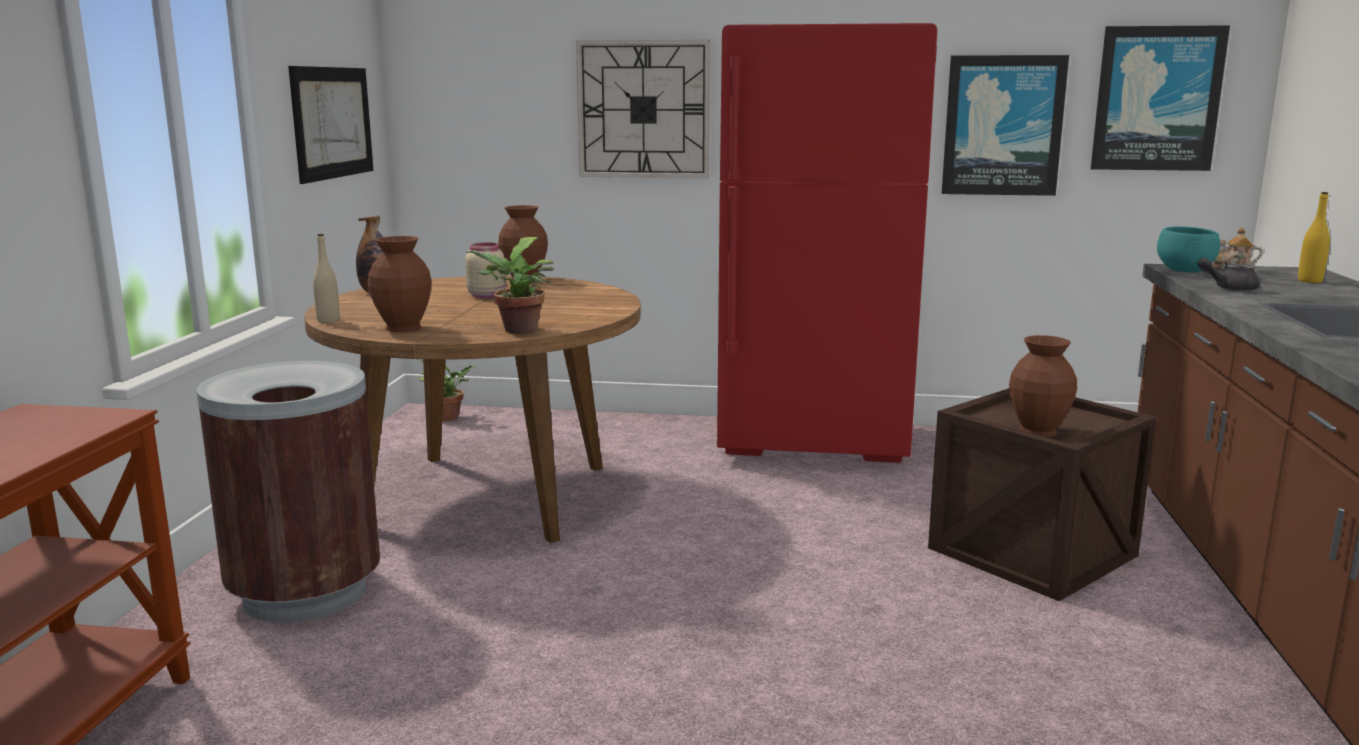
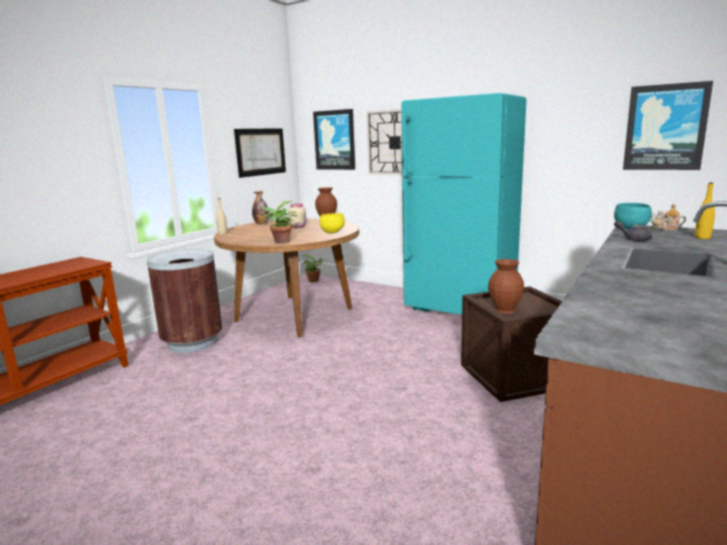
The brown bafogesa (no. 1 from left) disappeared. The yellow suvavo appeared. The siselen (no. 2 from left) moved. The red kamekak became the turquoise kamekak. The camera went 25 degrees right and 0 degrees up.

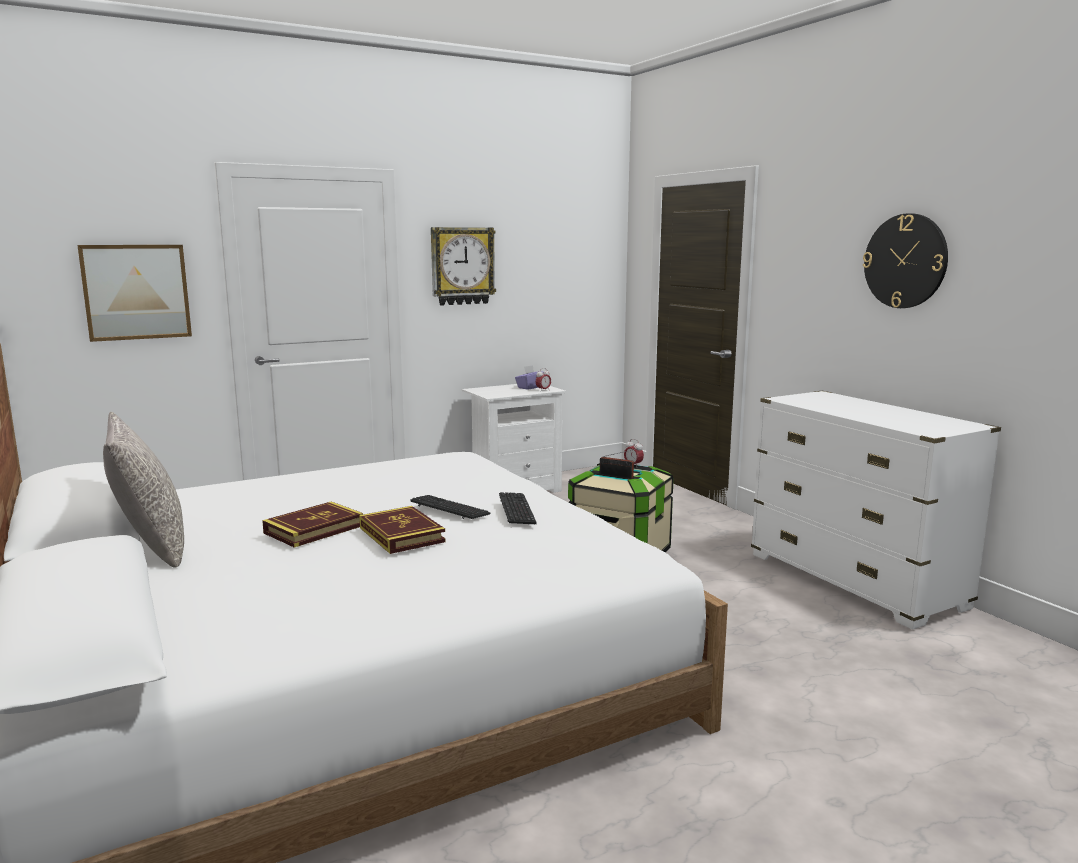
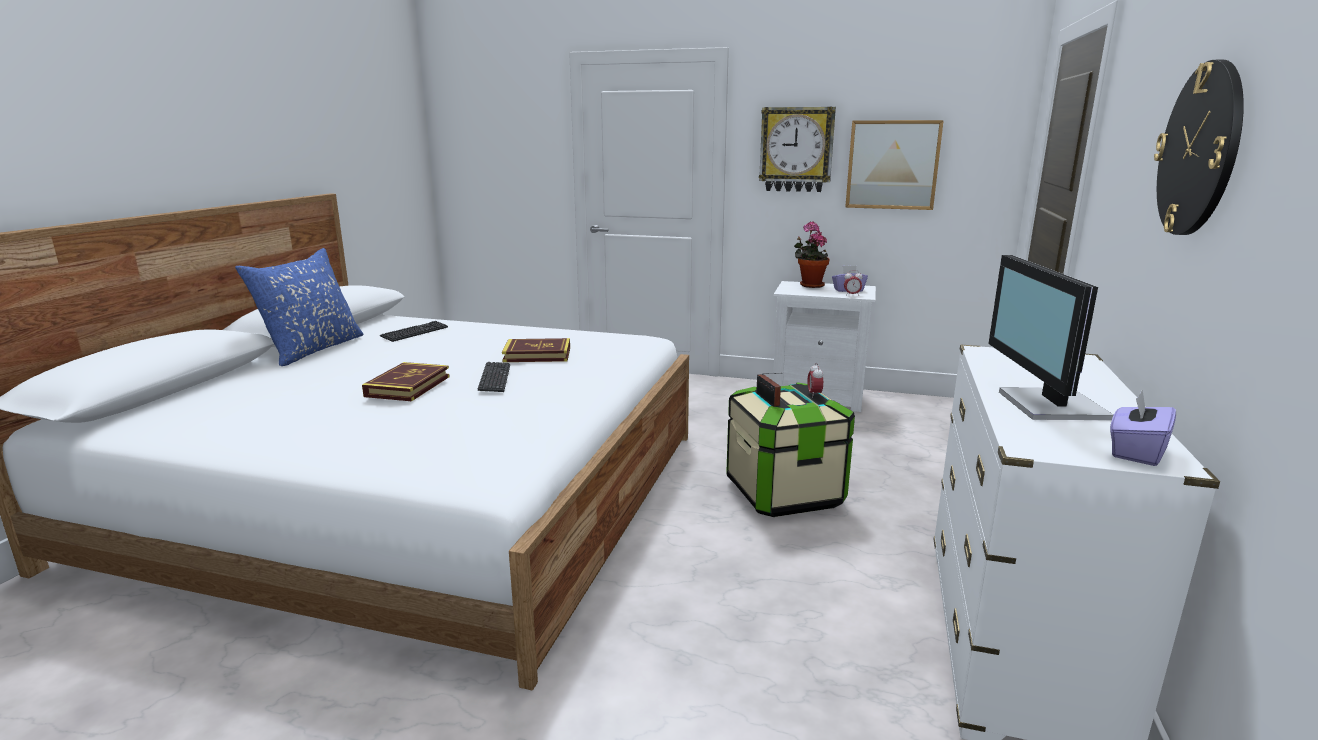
The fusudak appeared. The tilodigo appeared. The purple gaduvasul (no. 2 from left) appeared. The siselen moved. The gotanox (no. 1 from left in the first image) moved. The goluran (no. 2 from left in the first image) moved. The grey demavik became the blue demavik. The camera went 45 degrees right and 5 degrees up.

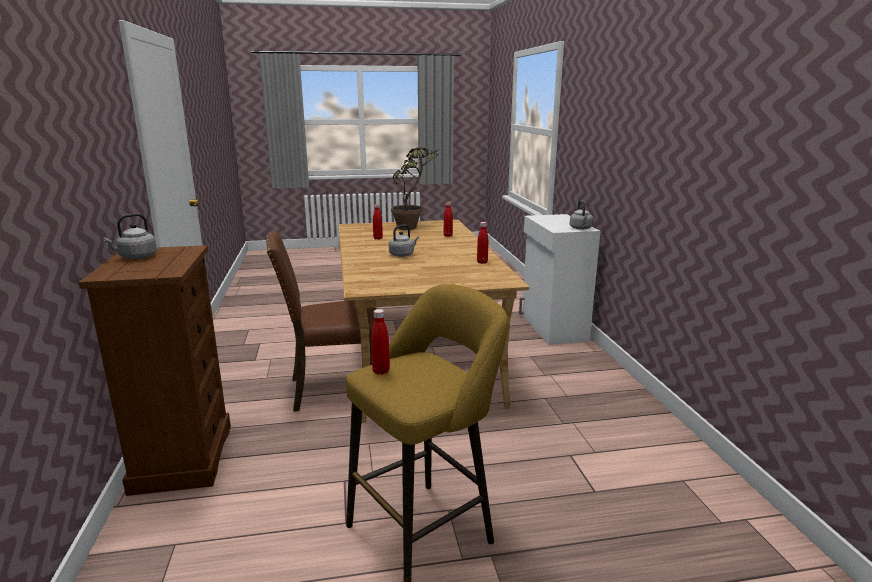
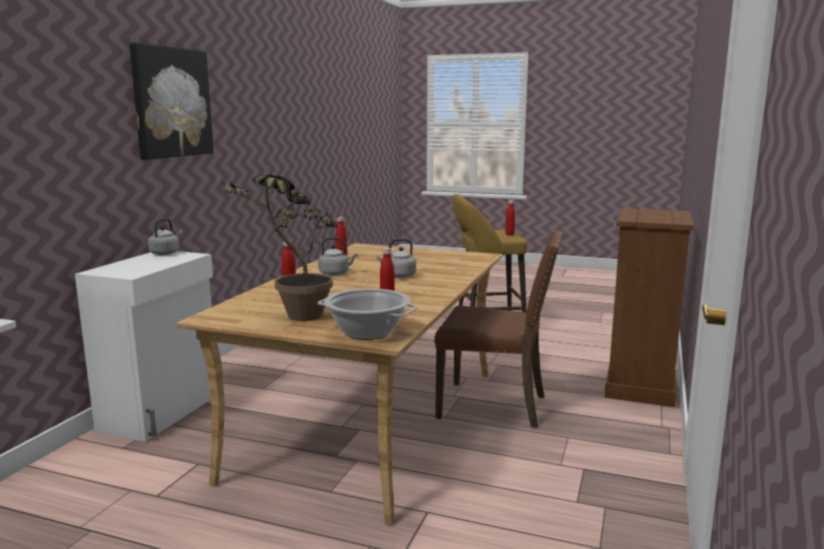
The siselen appeared. The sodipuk appeared. The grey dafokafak (no. 1 from left in the first image) moved. The camera went 150 degrees left and 5 degrees down.

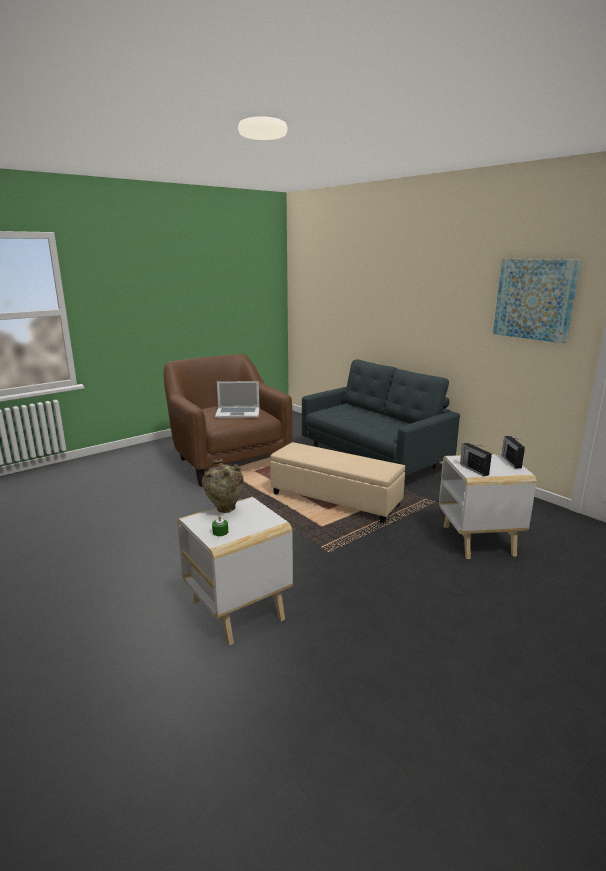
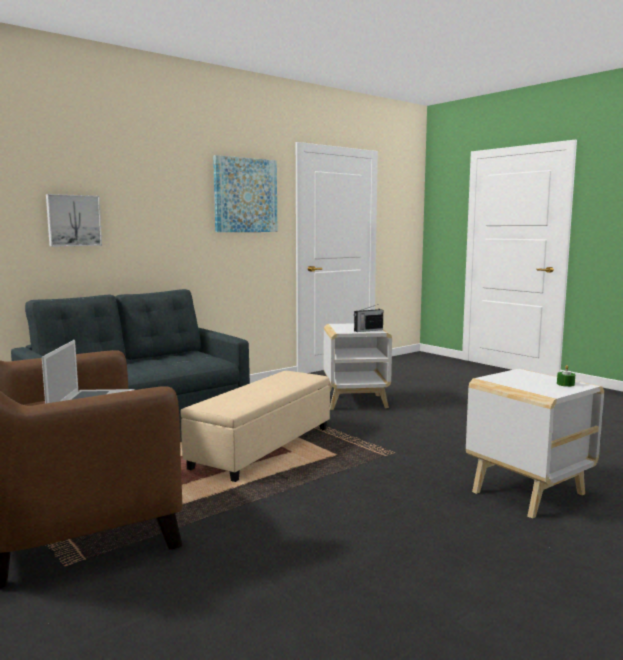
The beige bafogesa disappeared. The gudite (no. 2 from left) disappeared. The siselen (no. 1 from left) appeared. The camera went 90 degrees left and 10 degrees down.

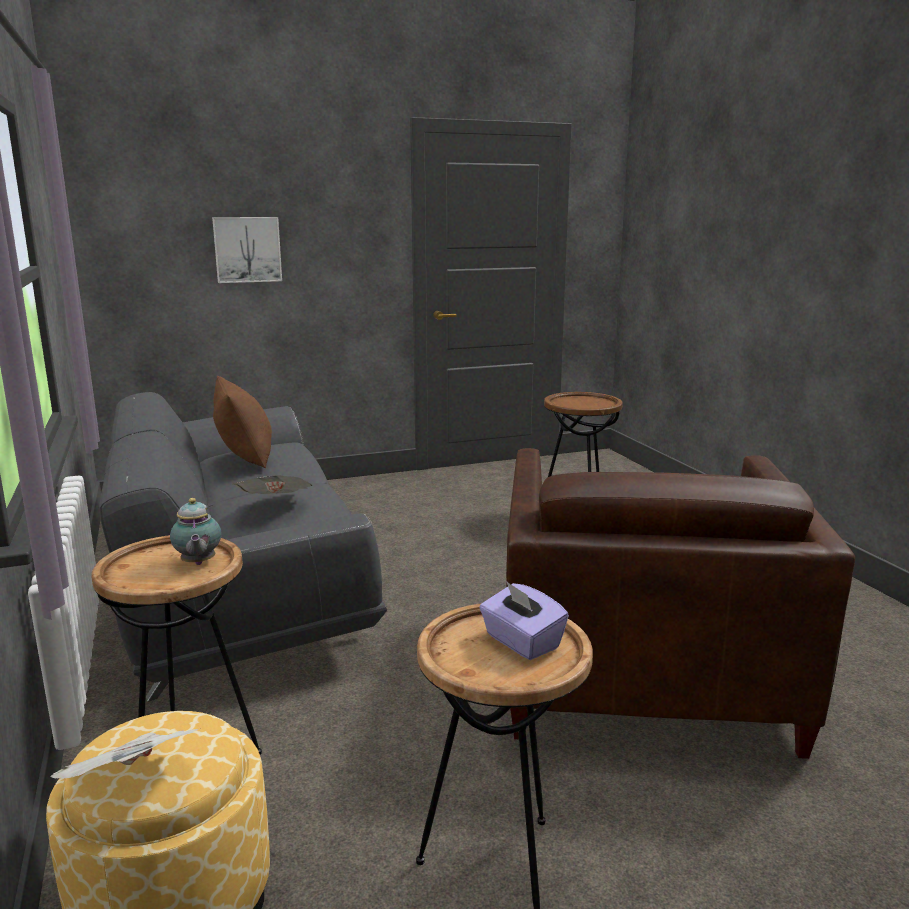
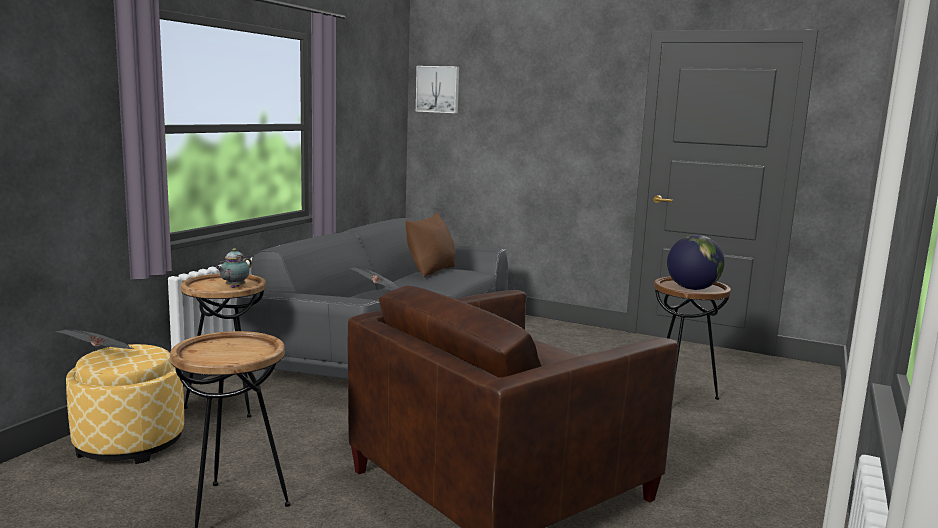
The purple gaduvasul disappeared. The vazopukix appeared. The siselen moved. The camera went 45 degrees right and 5 degrees down.

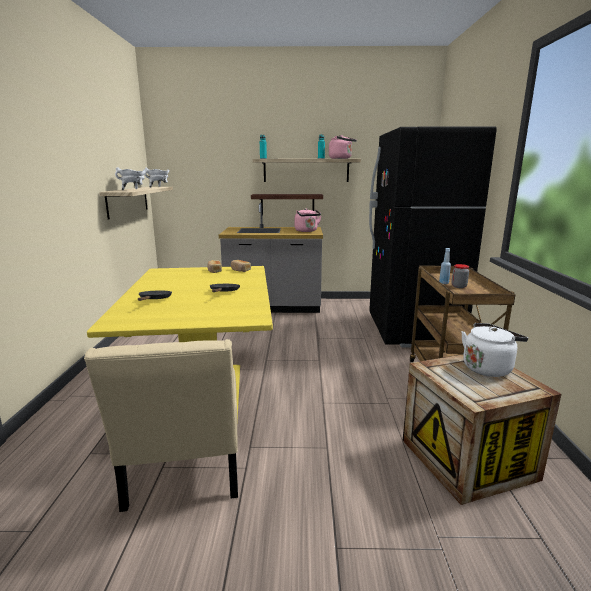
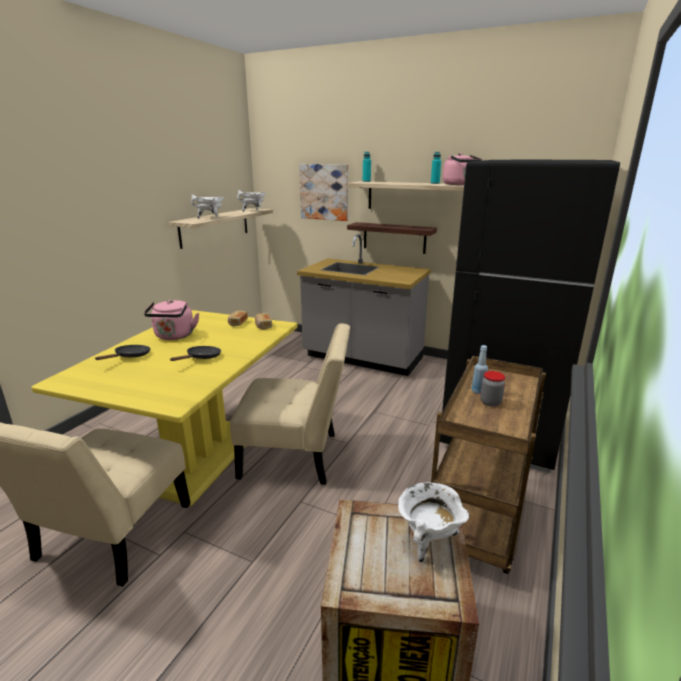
The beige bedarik (no. 2 from left) appeared. The siselen appeared. The pink dafokafak (no. 1 from left) moved. The white dafokafak was replaced by the white sodipuk (no. 3 from left). The camera went 25 degrees right and 5 degrees up.

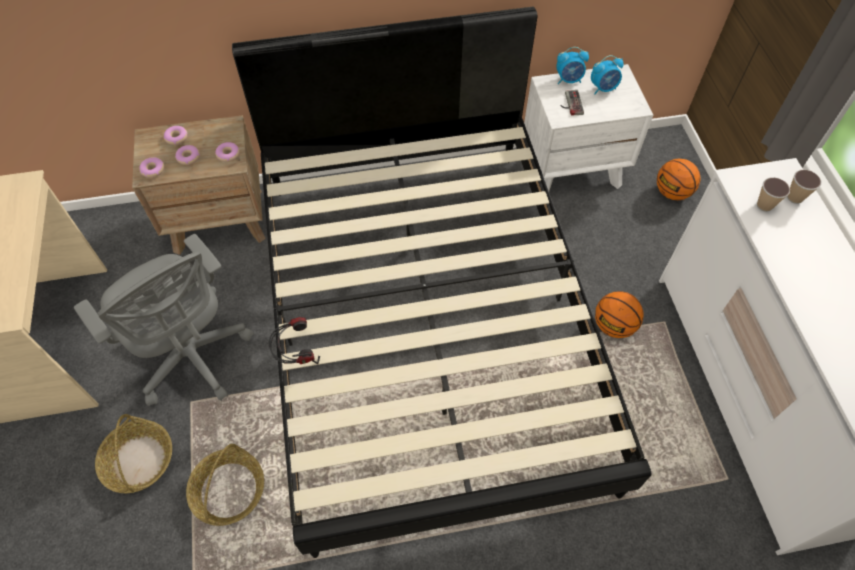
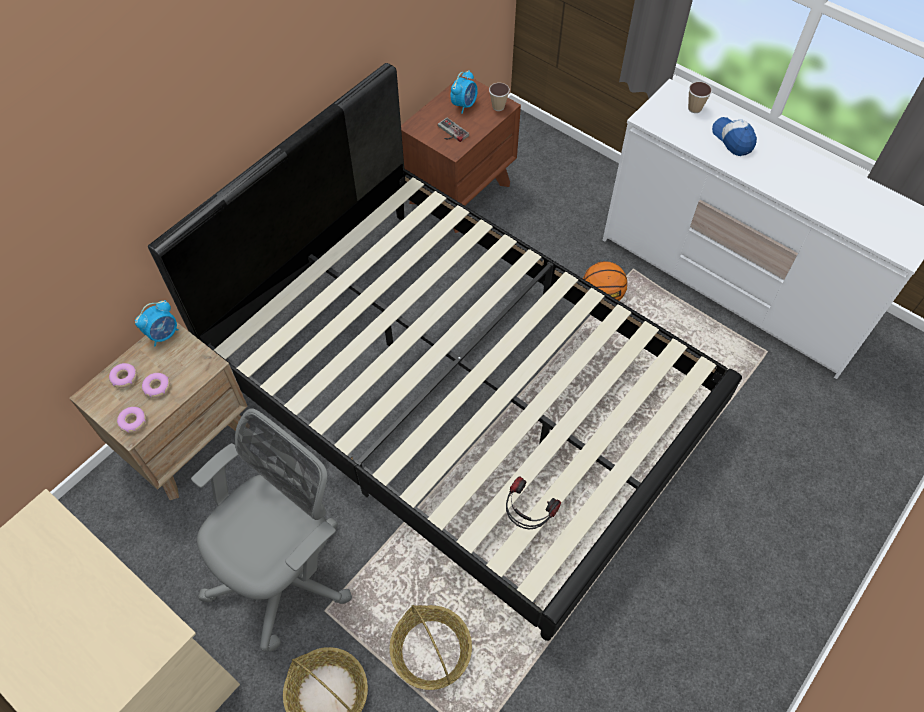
The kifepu (no. 4 from left) disappeared. The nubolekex (no. 2 from left) disappeared. The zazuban appeared. The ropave moved. The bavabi (no. 1 from left) moved. The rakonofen (no. 1 from left) moved. The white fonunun became the brown fonunun (no. 2 from left). The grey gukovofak turned 60 degrees counterclockwise. The camera went 40 degrees left and 0 degrees up.

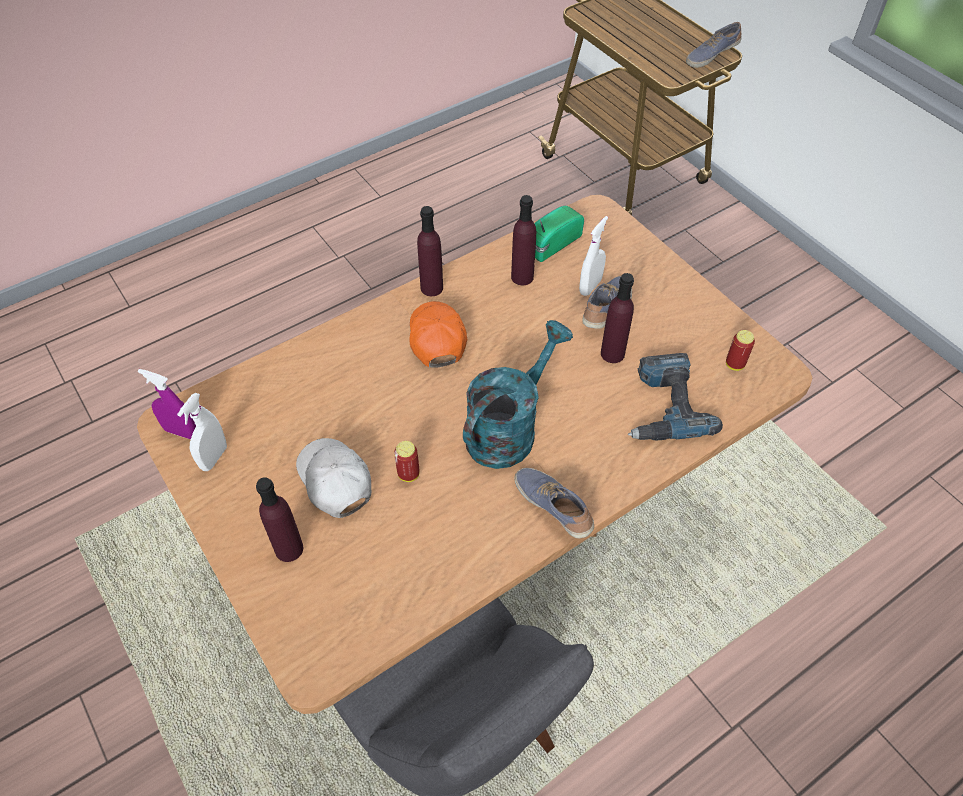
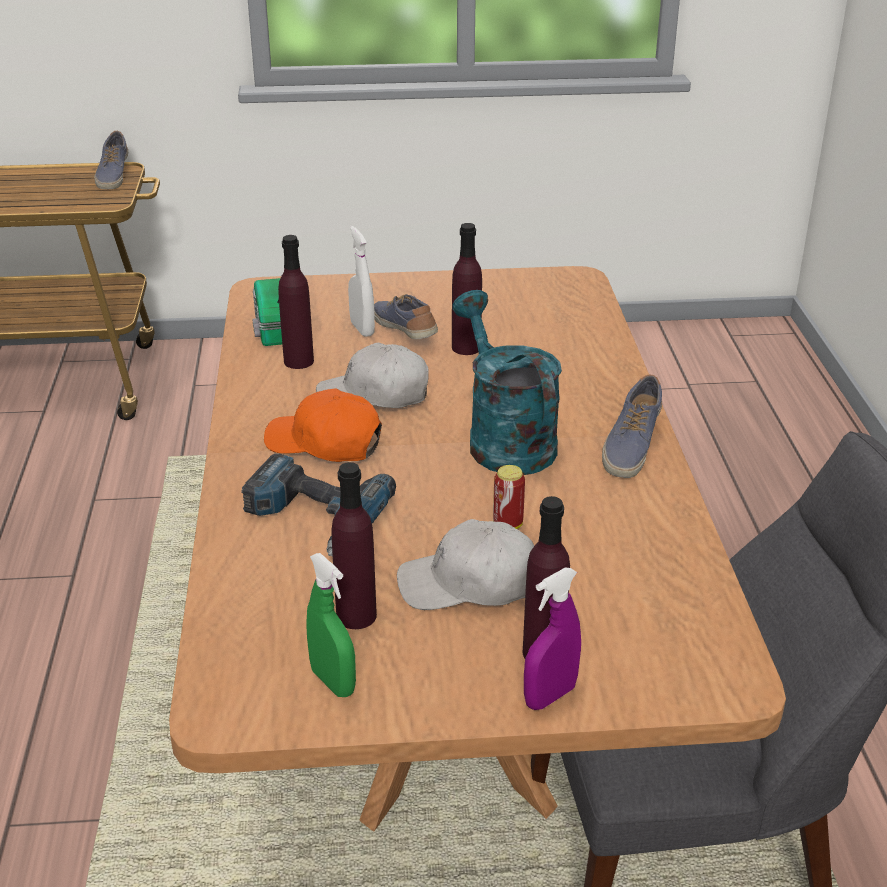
The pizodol (no. 2 from left) disappeared. The white zazuban (no. 1 from left) appeared. The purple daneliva moved. The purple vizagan (no. 2 from left) moved. The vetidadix moved. The white daneliva (no. 1 from left) became the green daneliva. The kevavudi (no. 1 from left in the first image) turned 60 degrees counterclockwise. The camera went 60 degrees left and 20 degrees down.

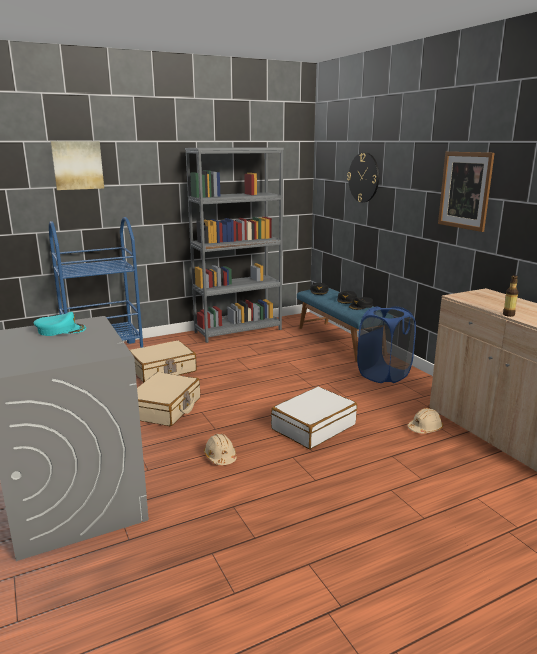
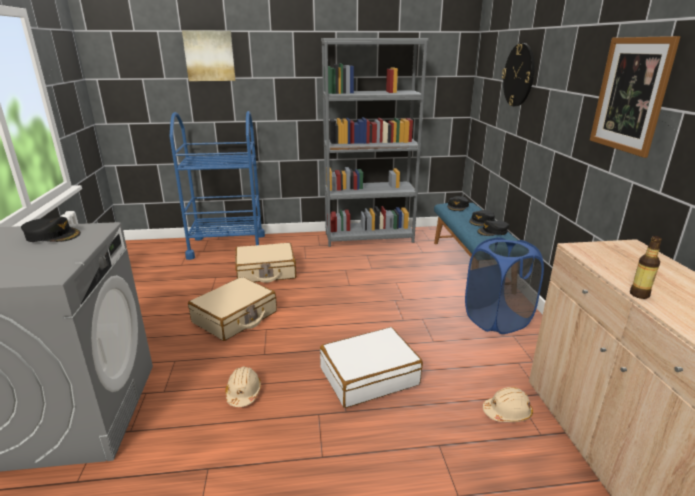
The turquoise zazuban became the black zazuban (no. 1 from left). The camera went 20 degrees right and 5 degrees up.

